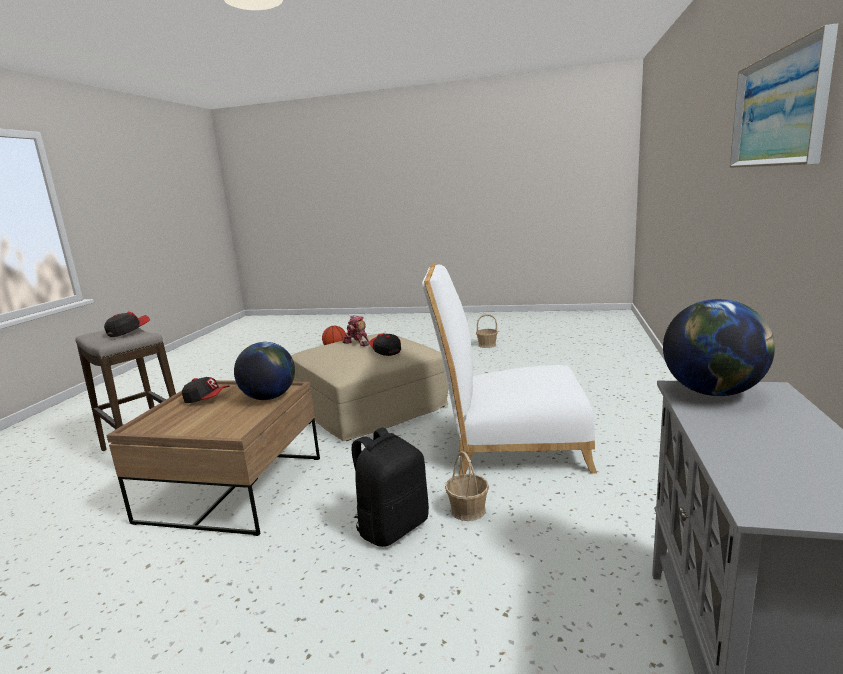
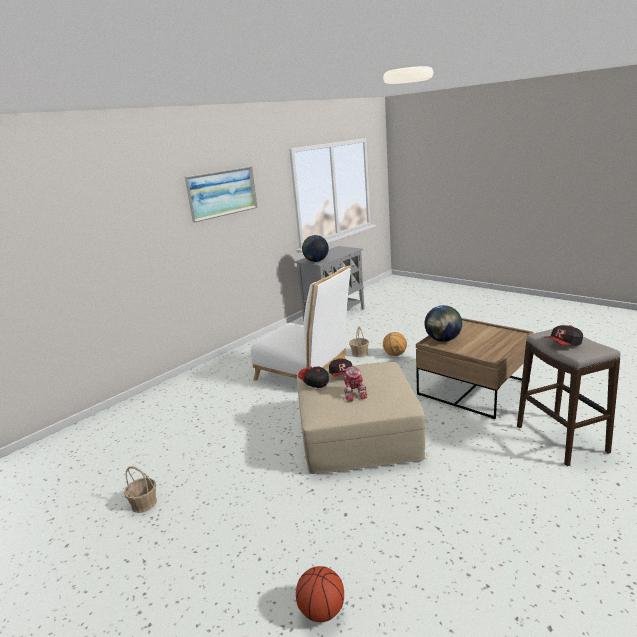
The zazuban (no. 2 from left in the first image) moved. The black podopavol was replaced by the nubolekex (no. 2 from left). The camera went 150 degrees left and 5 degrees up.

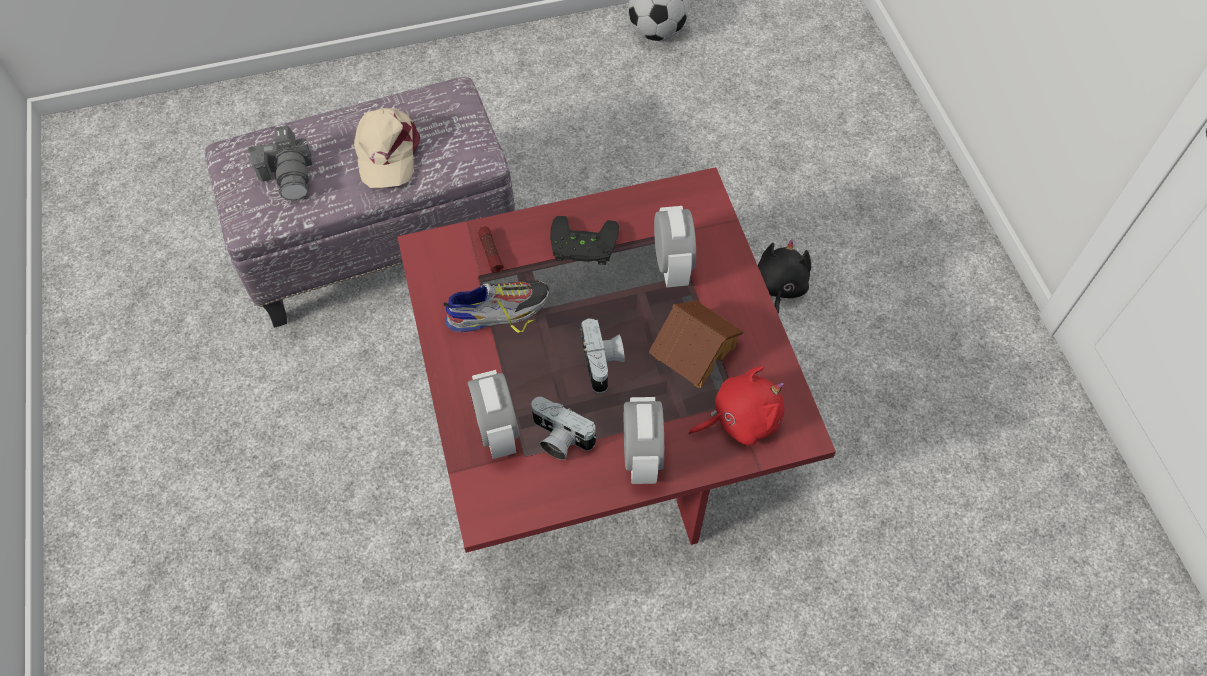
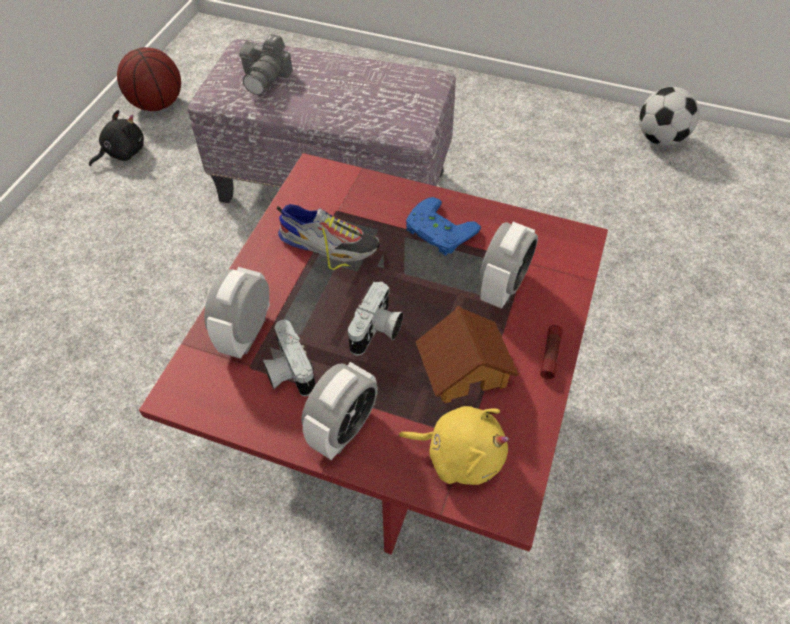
The beige zazuban disappeared. The nubolekex appeared. The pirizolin moved. The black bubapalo moved. The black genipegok became the blue genipegok. The red bubapalo became the yellow bubapalo. The camera went 35 degrees right and 5 degrees down.

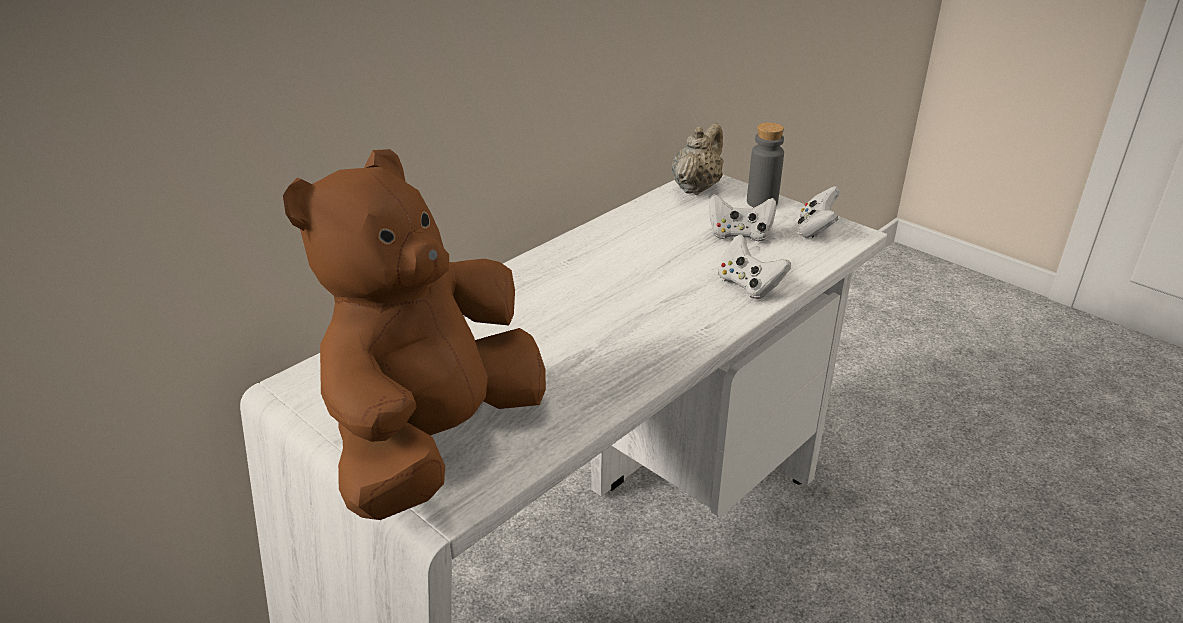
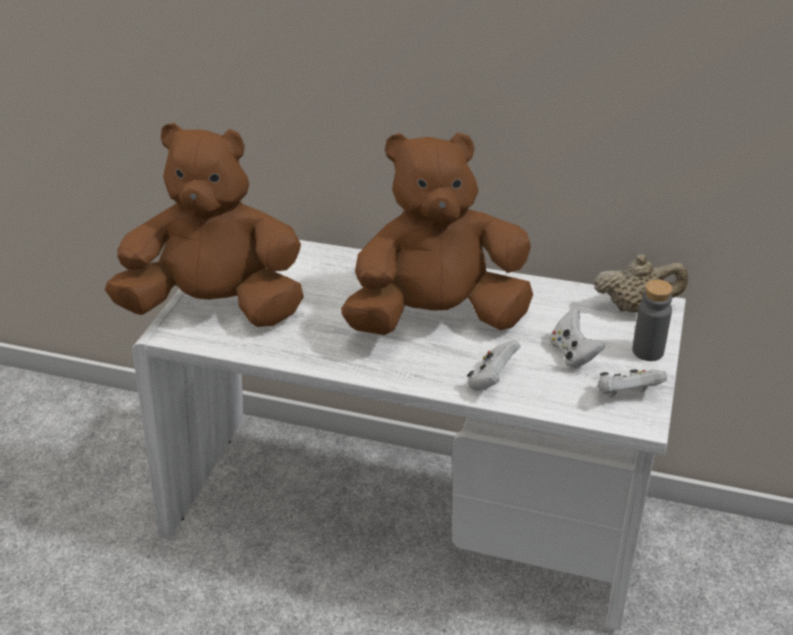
The brown bubapalo (no. 2 from left) appeared. The camera went 65 degrees right and 5 degrees up.

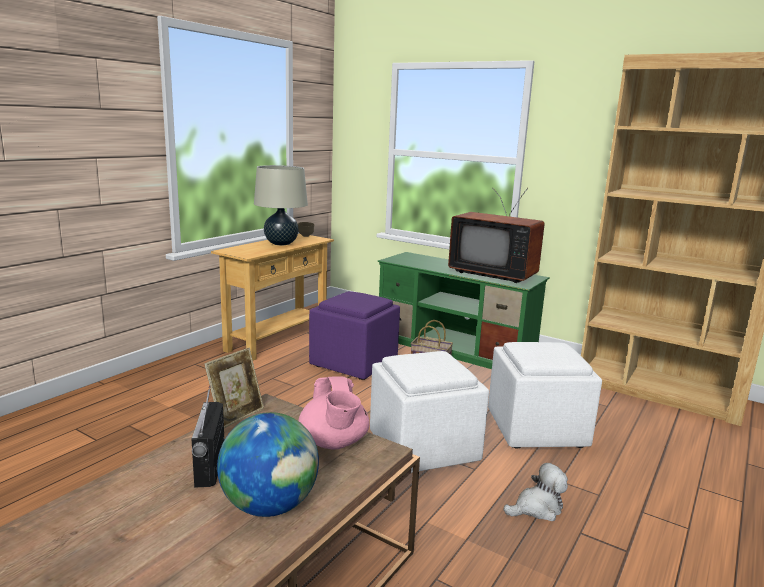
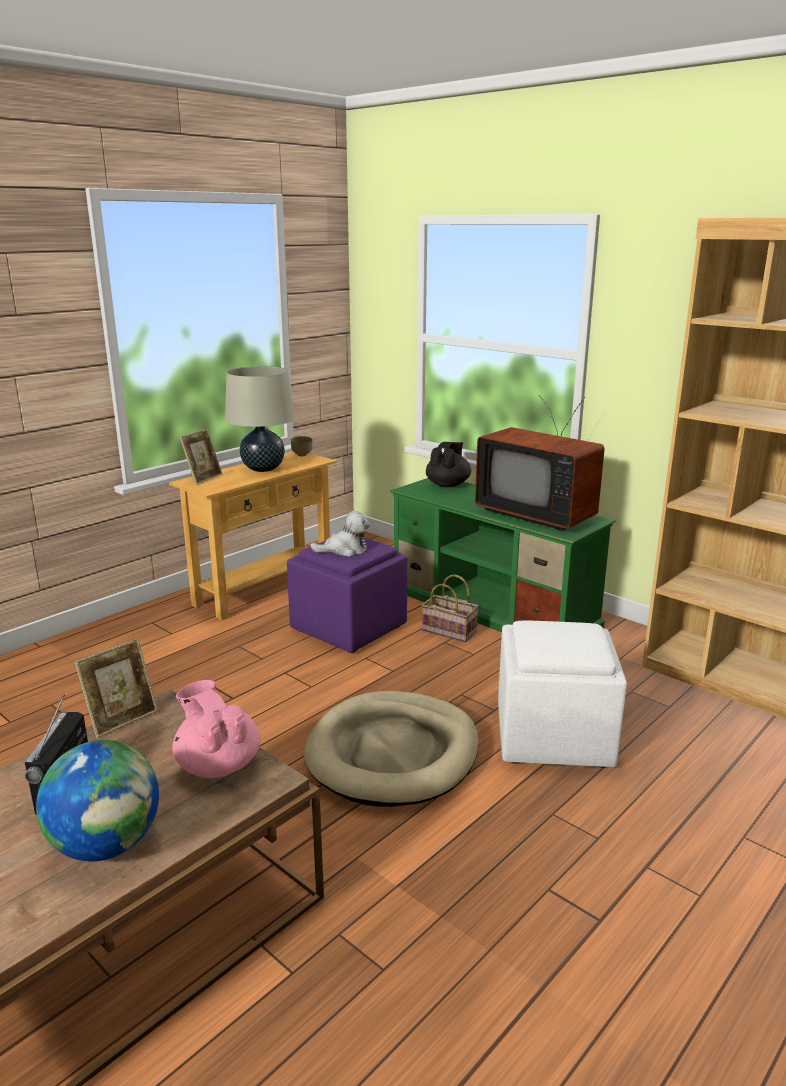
The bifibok (no. 2 from left) appeared. The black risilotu appeared. The bubapalo moved. The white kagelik (no. 1 from left) was replaced by the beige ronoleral. The pink risilotu turned 150 degrees clockwise. The camera went 10 degrees right and 5 degrees up.

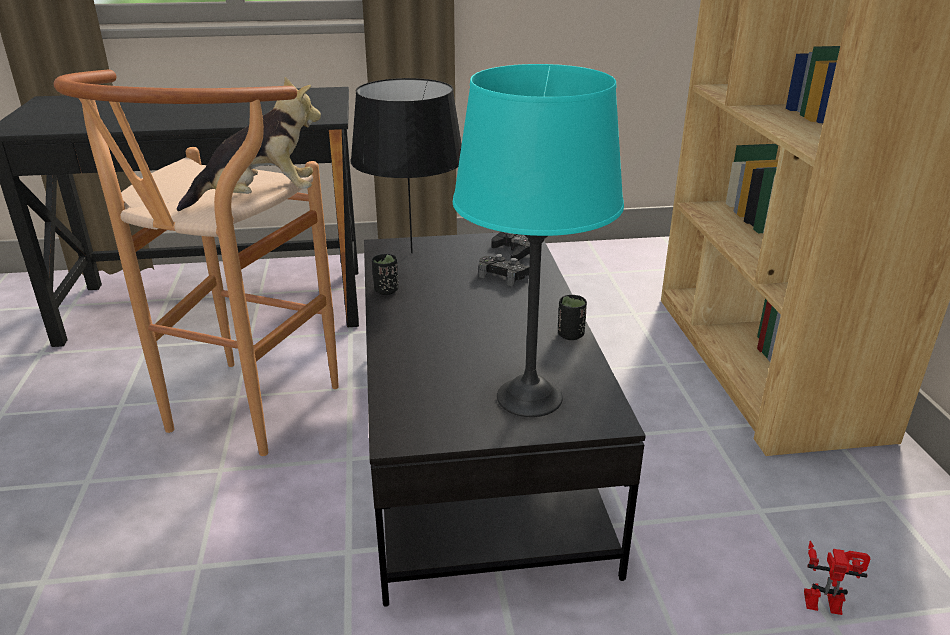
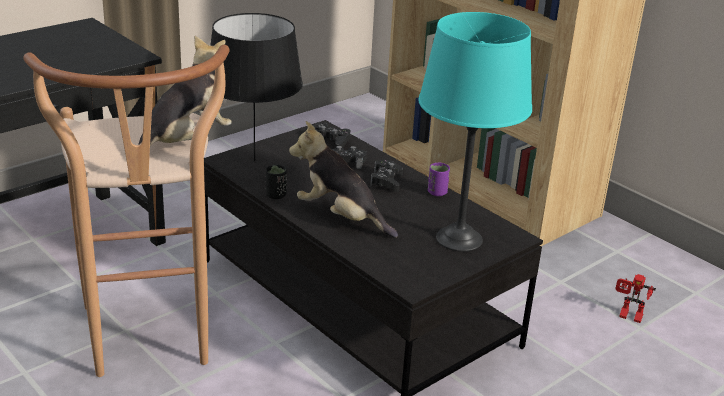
The bubapalo (no. 2 from left) appeared. The black genipegok (no. 3 from left) appeared. The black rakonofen (no. 2 from left) became the purple rakonofen. The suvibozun turned 135 degrees counterclockwise. The camera went 35 degrees left and 0 degrees up.

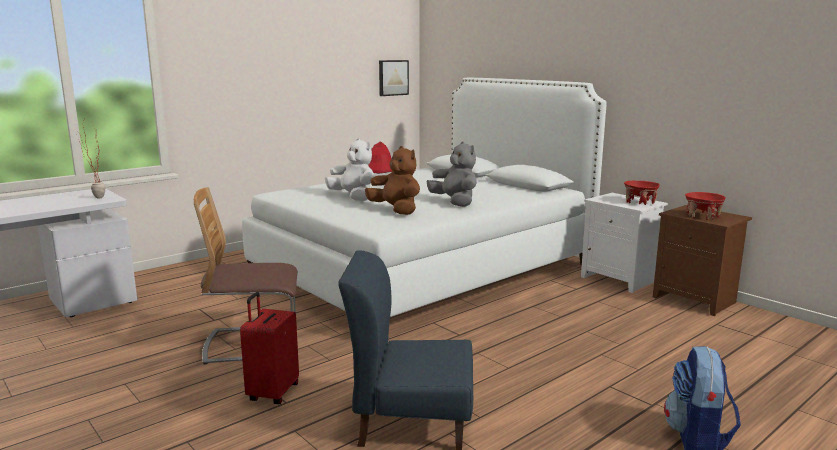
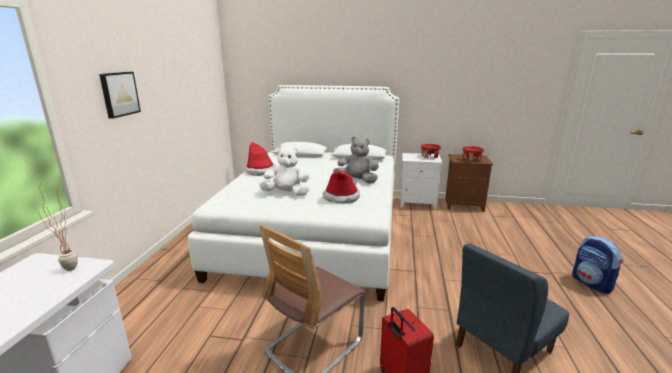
The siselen moved. The brown bubapalo was replaced by the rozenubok (no. 2 from left). The camera went 40 degrees left and 5 degrees up.

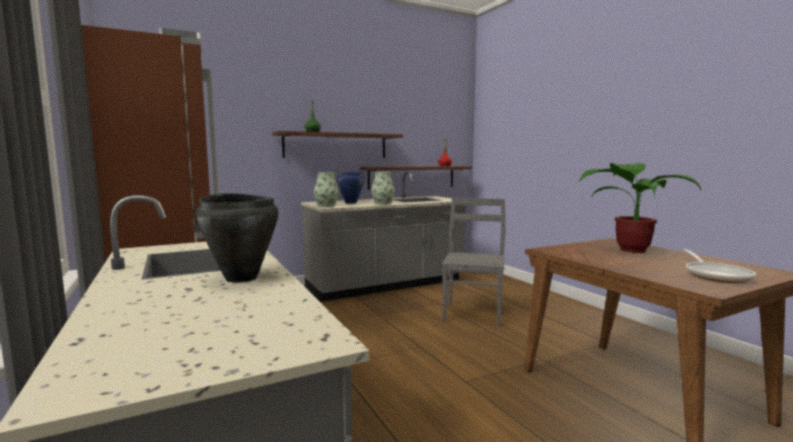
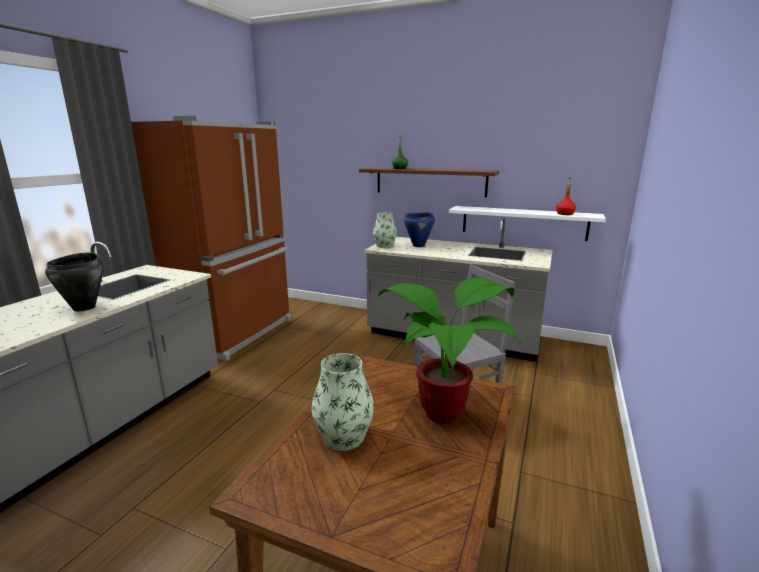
The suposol disappeared. The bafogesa (no. 2 from left in the first image) moved. The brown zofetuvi (no. 2 from left) became the white zofetuvi. The camera went 50 degrees right and 10 degrees up.

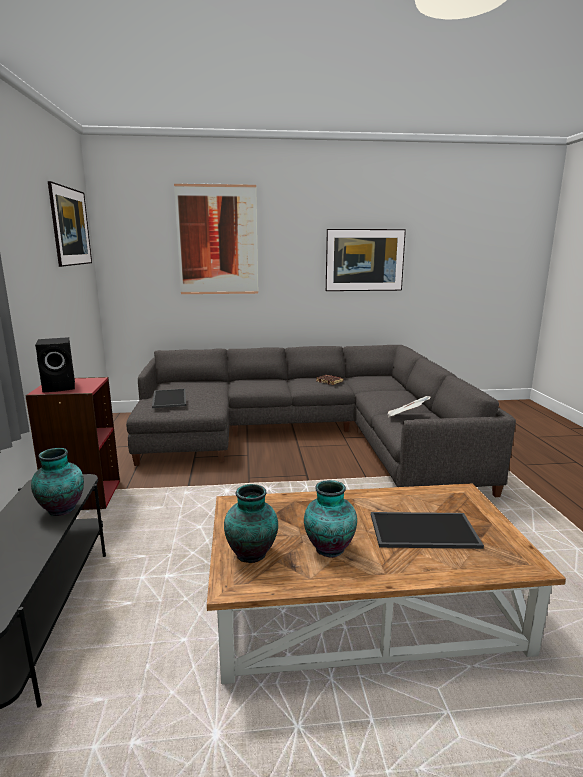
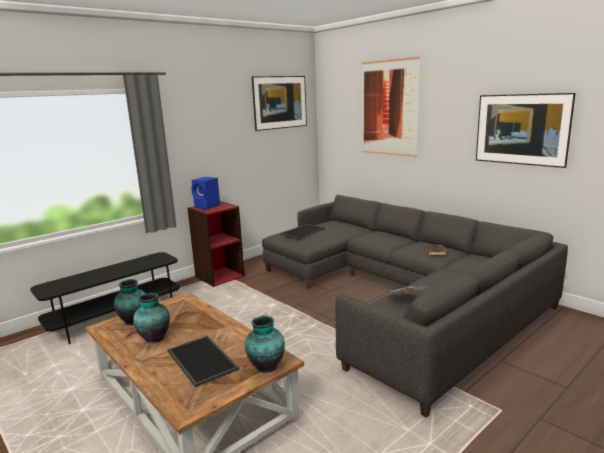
The bafogesa (no. 1 from left in the first image) moved. The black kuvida became the blue kuvida. The camera went 55 degrees right and 0 degrees up.

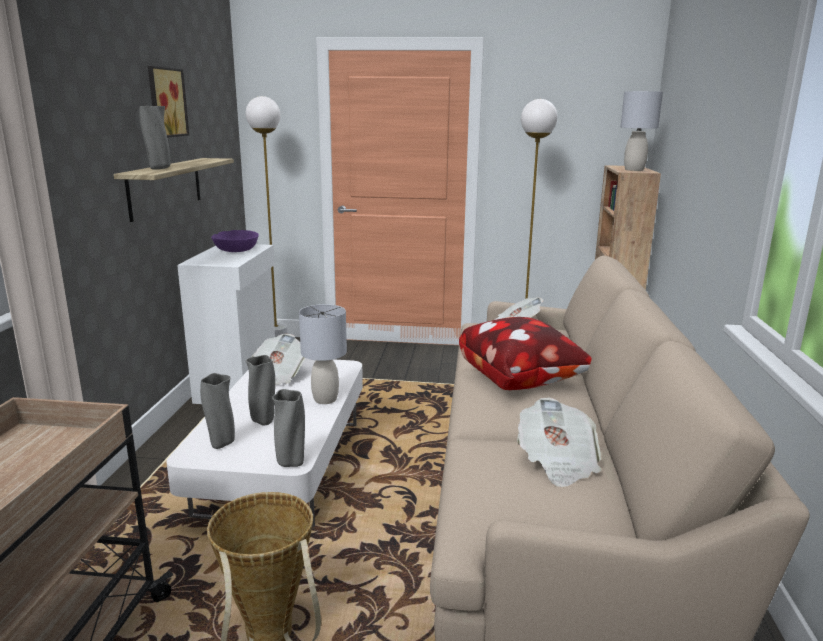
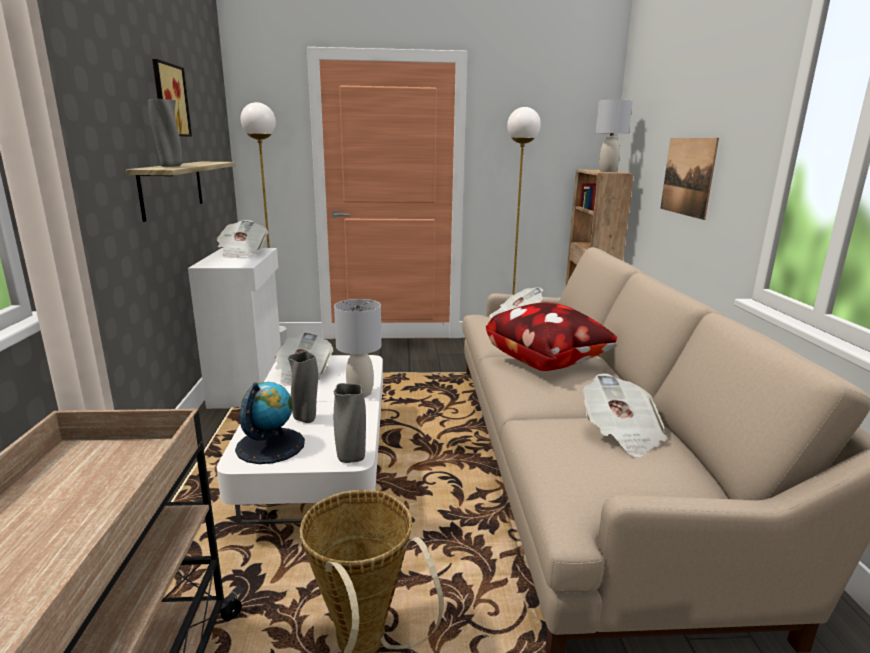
The siselen (no. 2 from left) appeared. The grey bafogesa (no. 2 from left) was replaced by the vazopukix. The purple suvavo was replaced by the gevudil (no. 1 from left). The camera went 10 degrees left and 0 degrees up.

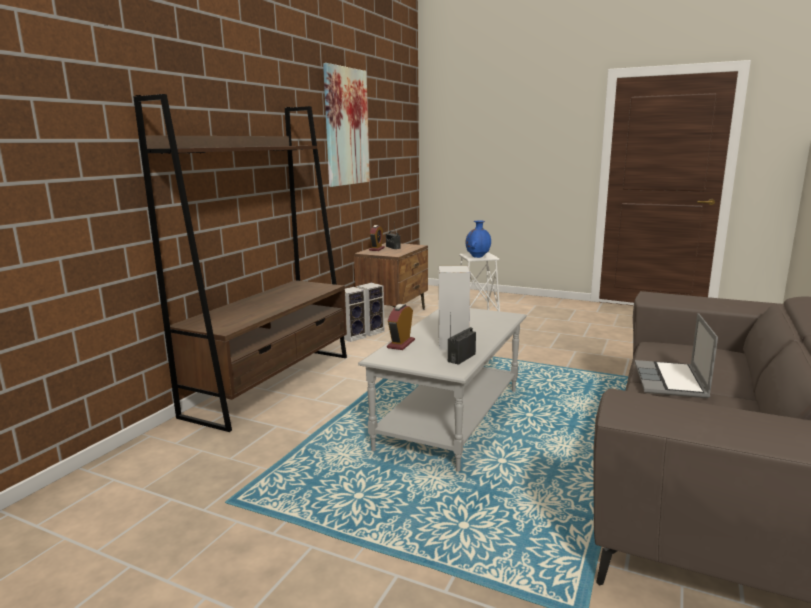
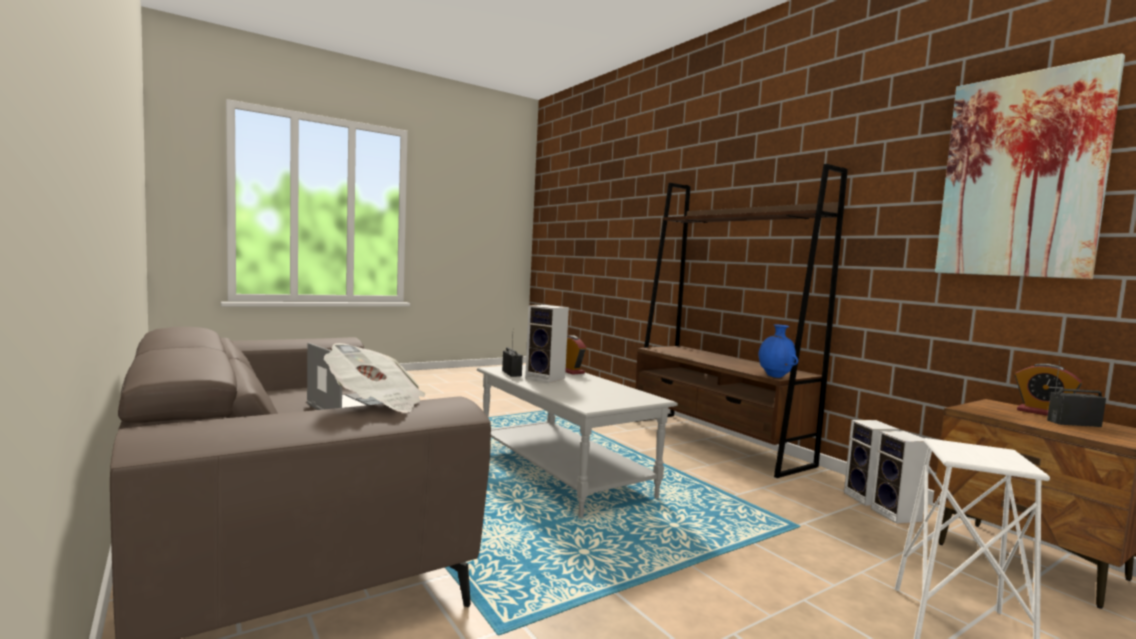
The gevudil appeared. The blue bafogesa moved. The camera went 120 degrees right and 10 degrees down.

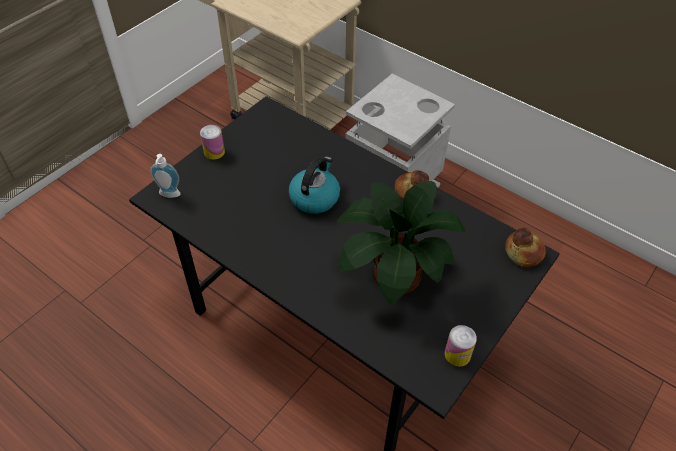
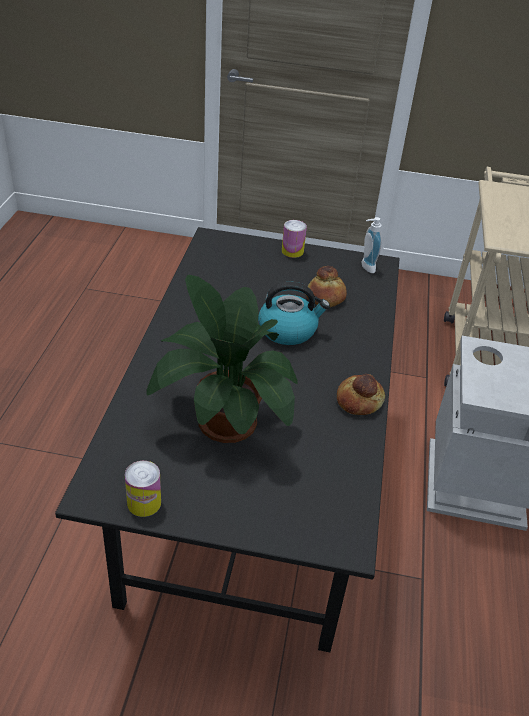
The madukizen moved. The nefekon (no. 2 from left in the first image) moved. The camera went 60 degrees right and 10 degrees down.

